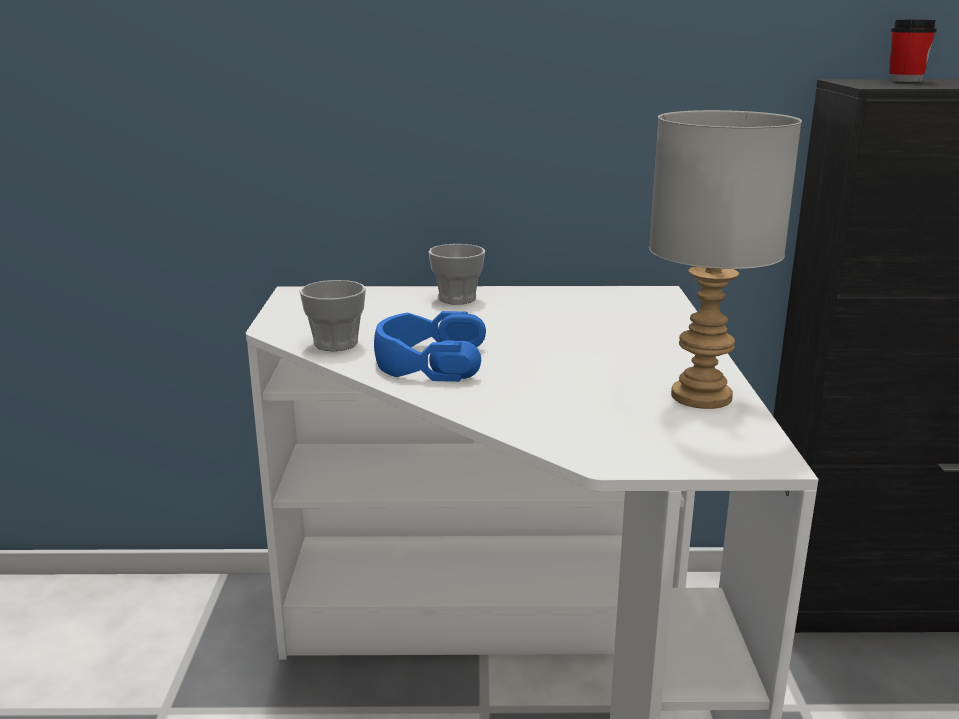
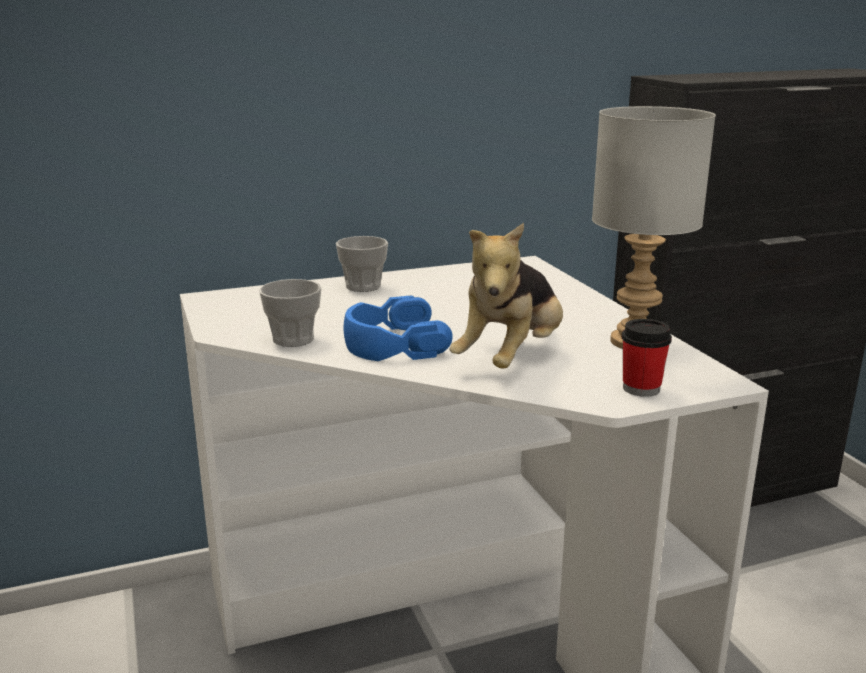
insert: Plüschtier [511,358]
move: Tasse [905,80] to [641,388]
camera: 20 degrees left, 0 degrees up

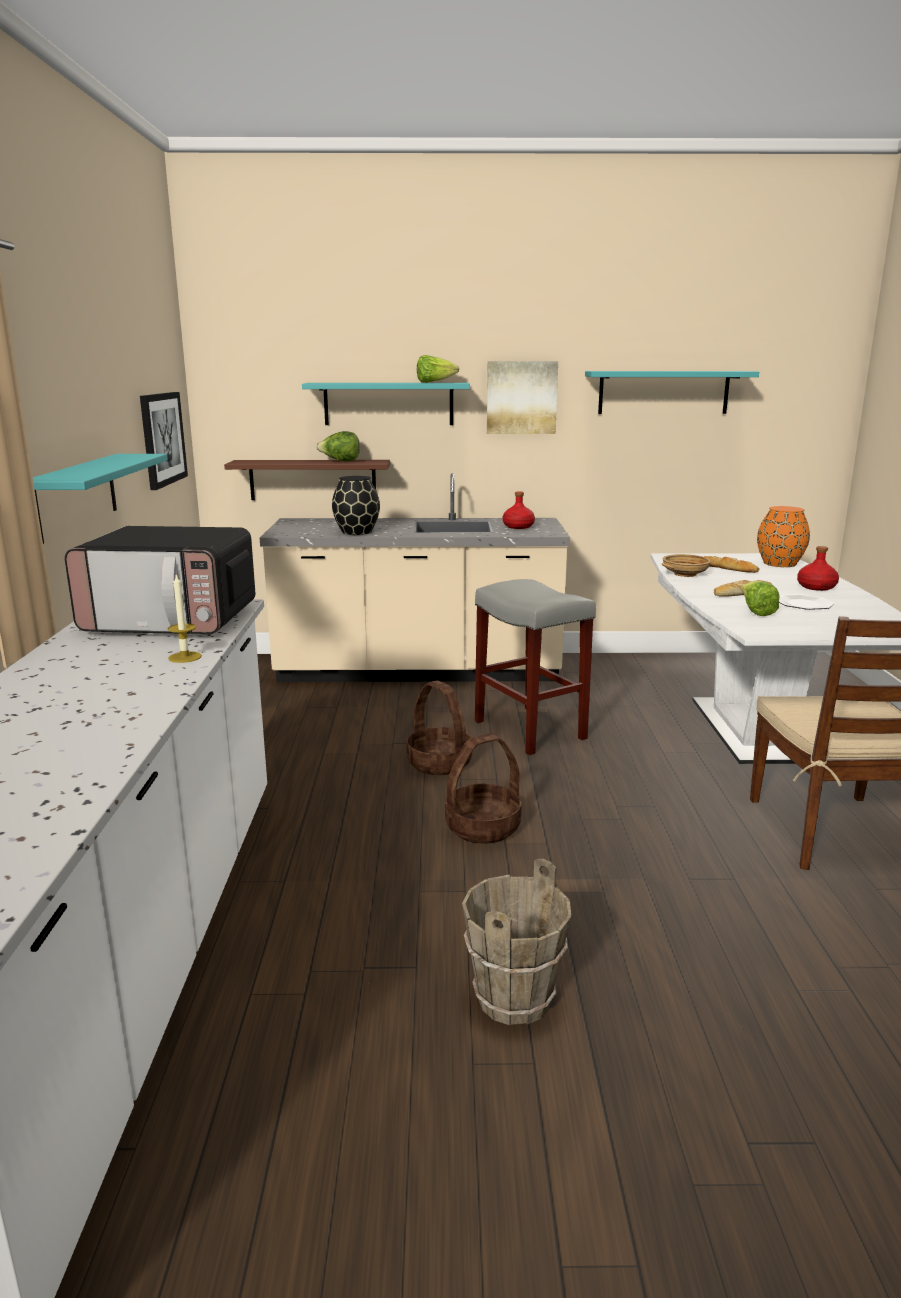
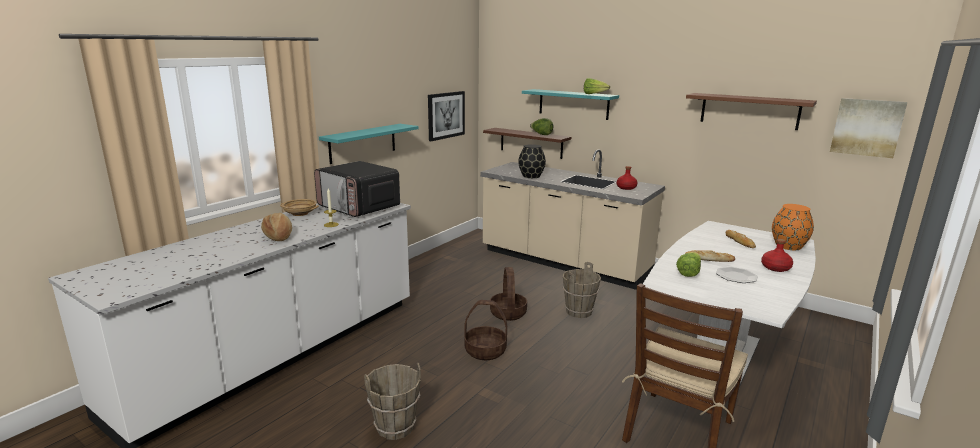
insert: Brot [279,236]
move: Schüssel (beige) [685,574] to [300,213]; Bild [521,397] to [867,127]
replace: Hocker (grau) [531,730] to Eimer (braun) [579,312]
recolor: Wandregal (türkis) [663,392] to Wandregal (braun) [749,111]
camera: 35 degrees right, 0 degrees up

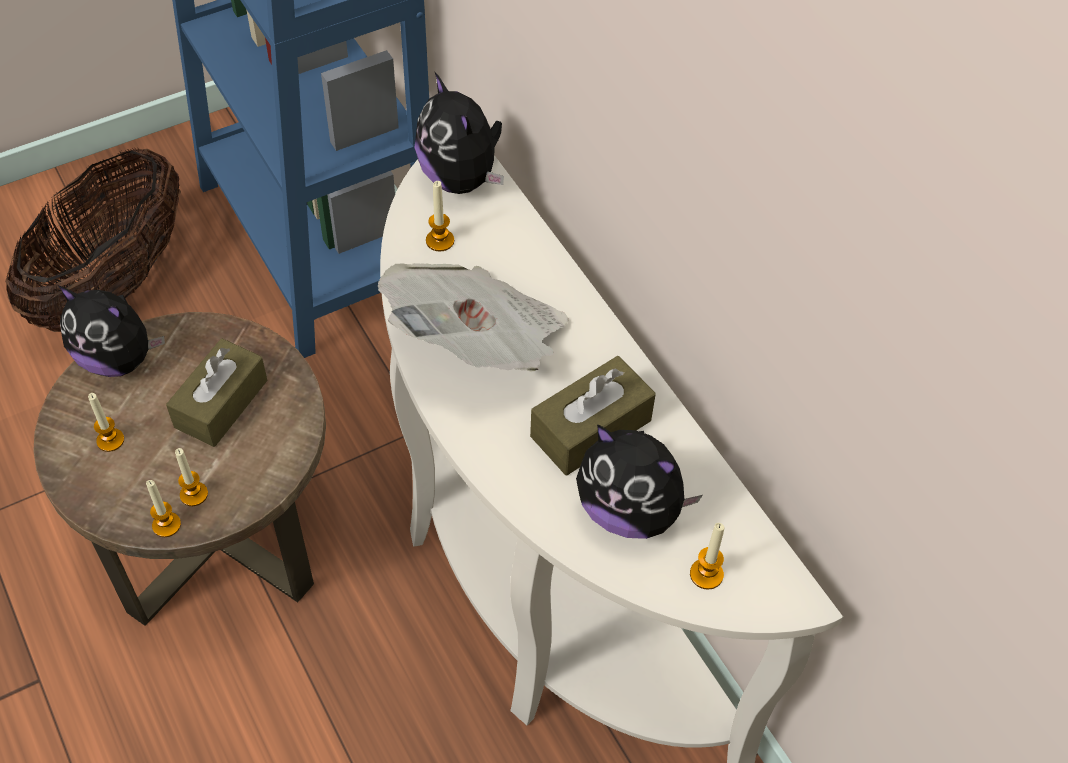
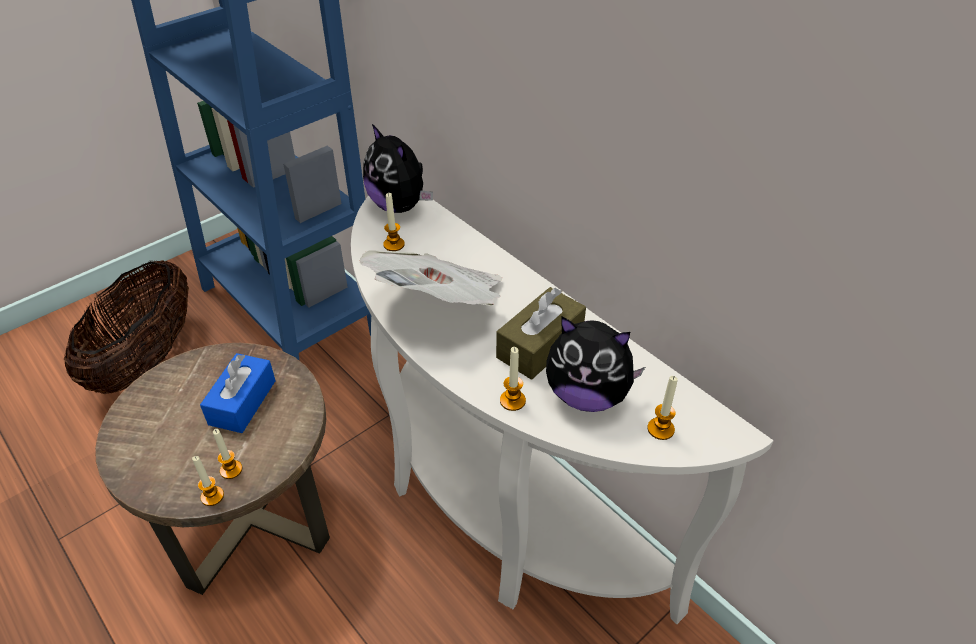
delete: Plüschtier [118,358]
move: Kerze [110,440] to [512,401]
recolor: Taschentuchbox (braun) [221,403] to Taschentuchbox (blau) [242,402]
camera: 10 degrees left, 10 degrees down

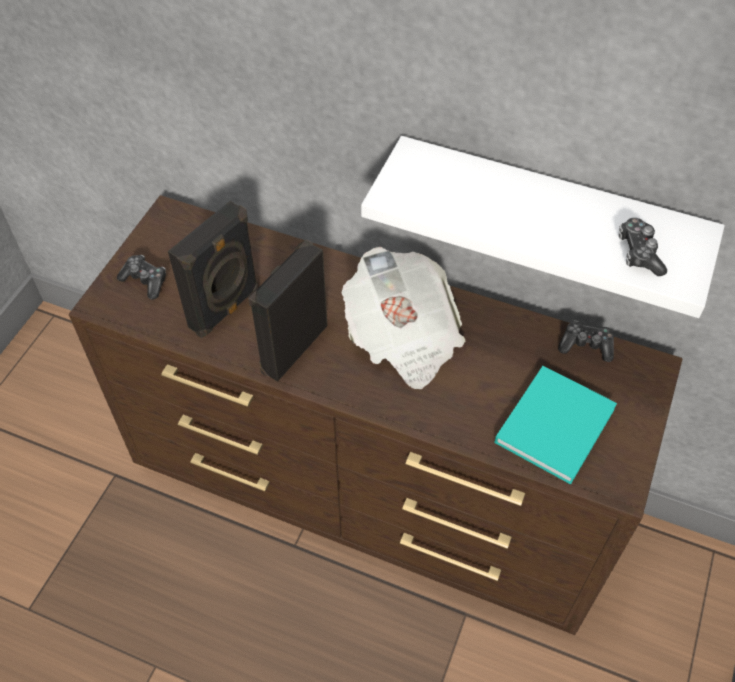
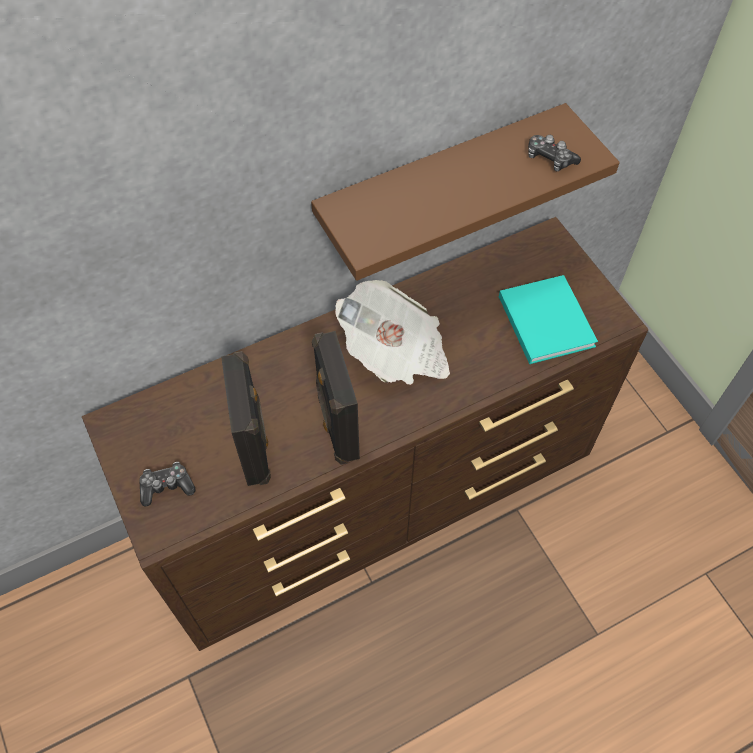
delete: Gamepad [586,345]
recolor: Wandregal (weiß) [547,214] to Wandregal (braun) [440,182]
camera: 50 degrees left, 5 degrees up

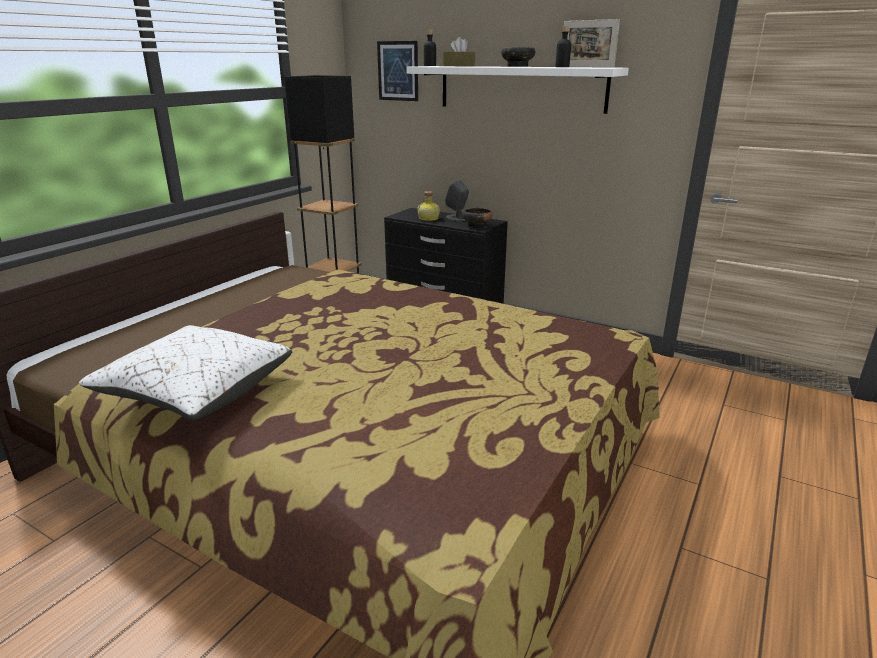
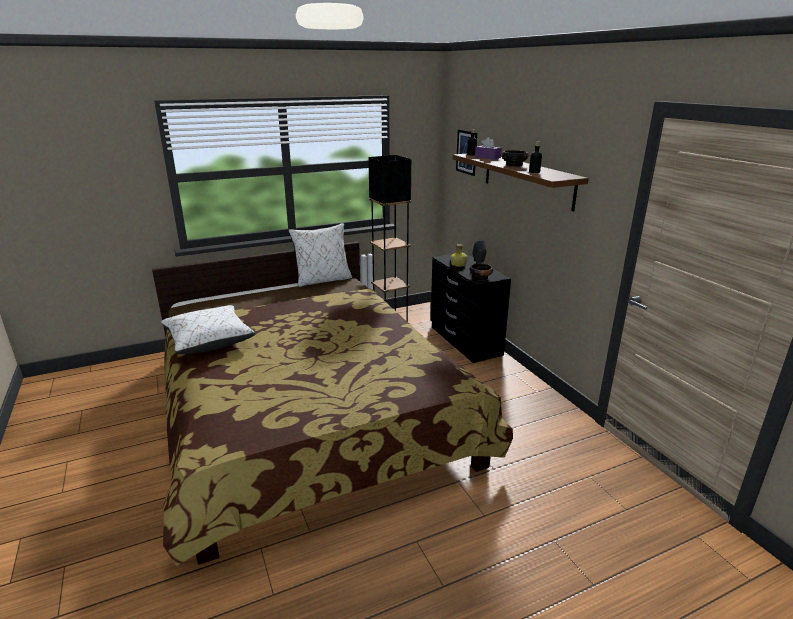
delete: Bilderrahmen [586,67]
insert: Kissen (weiß) [323,280]
recolor: Wandregal (weiß) [520,88] to Wandregal (braun) [527,179]; Taschentuchbox (braun) [459,66] to Taschentuchbox (lila) [487,157]
camera: 35 degrees right, 0 degrees up

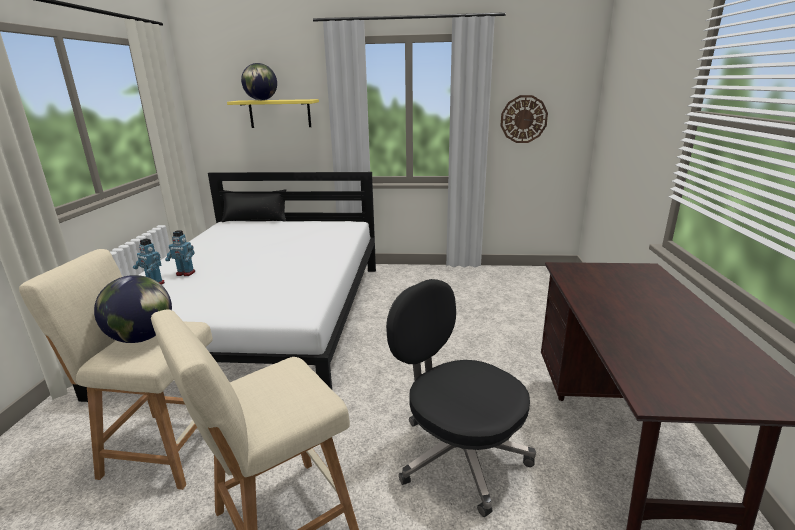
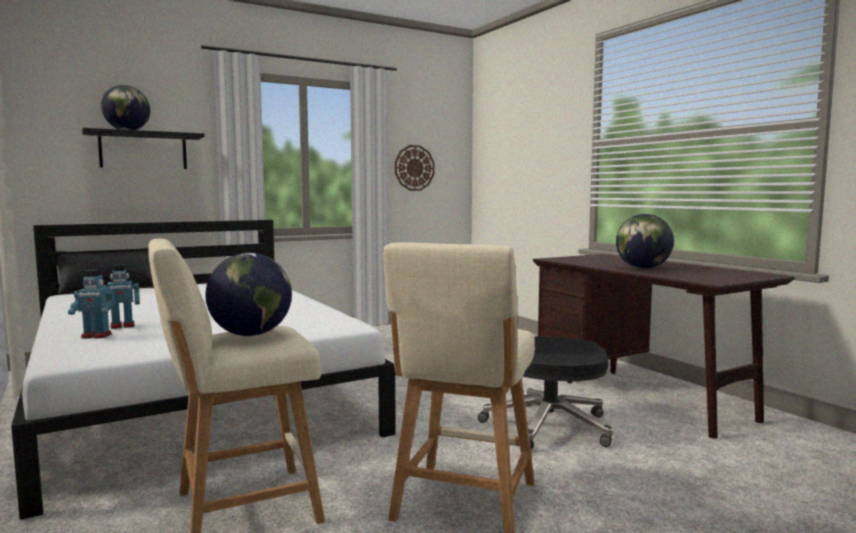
insert: Globus [643,268]
recolor: Wandregal (gelb) [280,113] to Wandregal (schwarz) [143,151]
camera: 35 degrees left, 15 degrees down

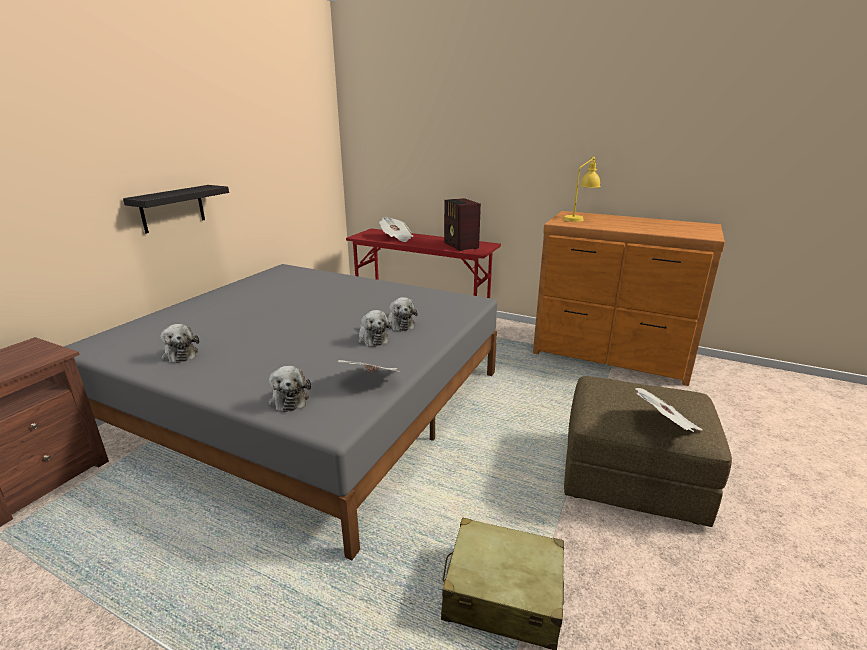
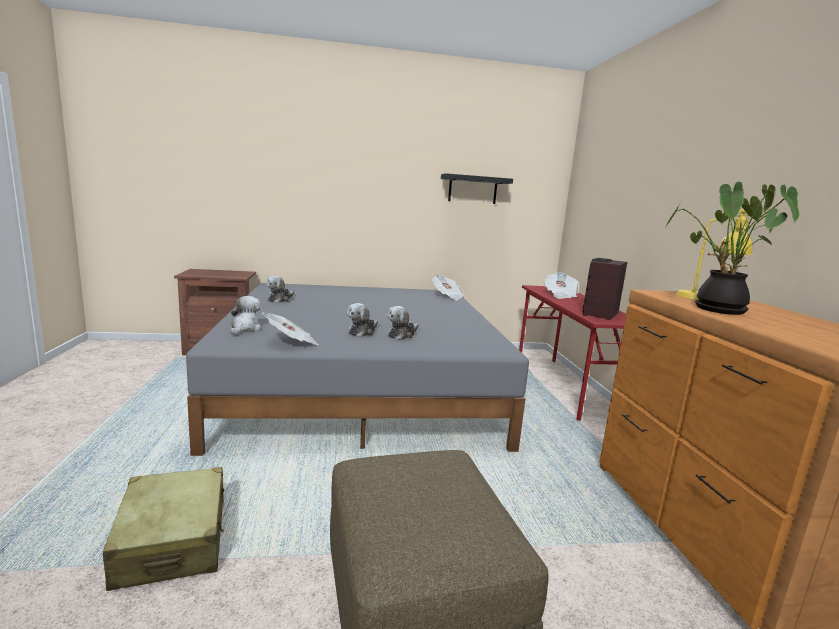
insert: Topfpflanze [715,309]
move: Zeitung [665,425] to [447,296]; Wandregal (schwarz) [172,208] to [472,189]
rotate: Plüschtier [289,399] = [244,329] 150 degrees clockwise
camera: 55 degrees right, 10 degrees down

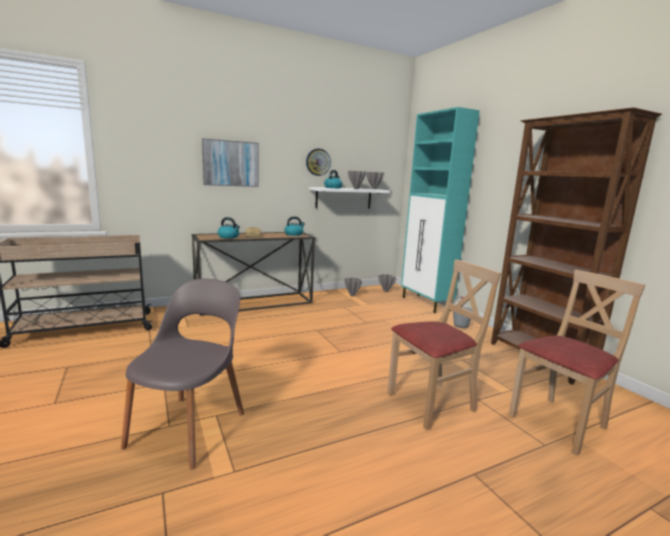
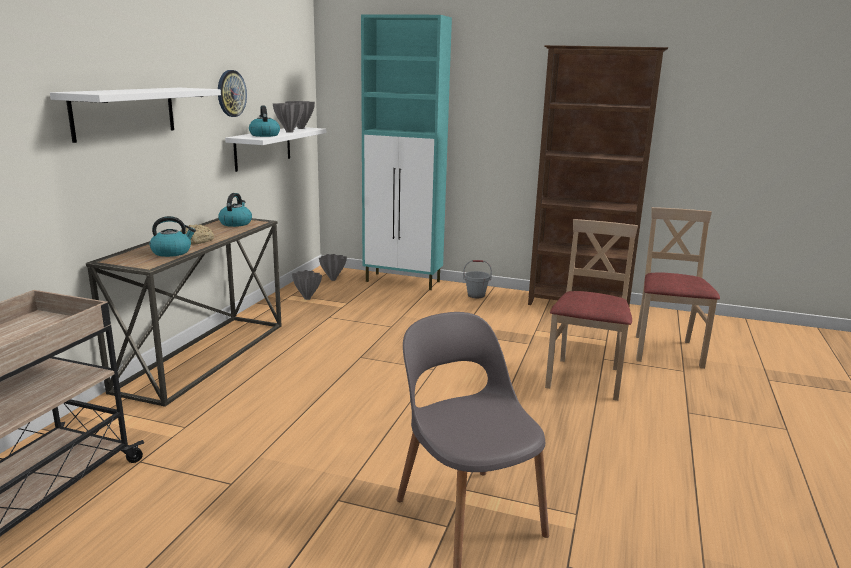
replace: Bild [231,163] to Wandregal (weiß) [124,112]
camera: 45 degrees left, 5 degrees up

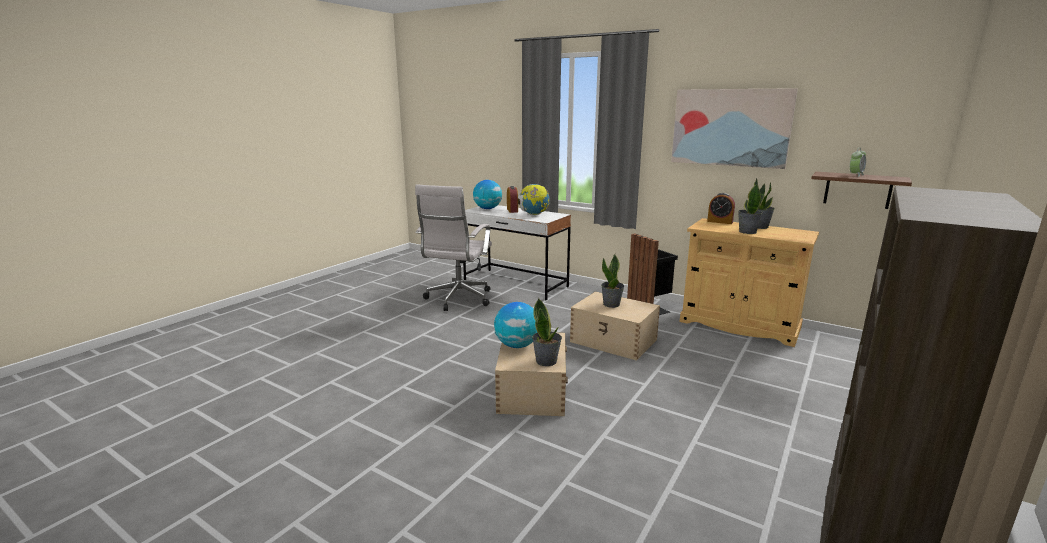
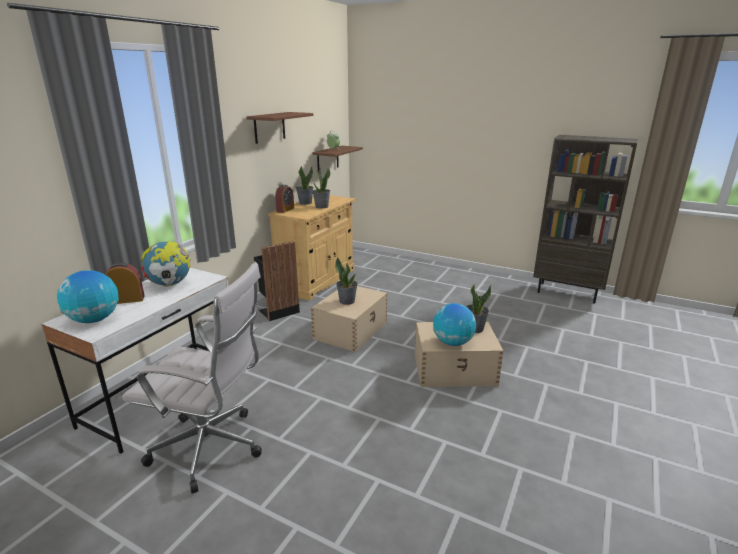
replace: Bild [730,127] to Wandregal (braun) [269,127]
camera: 95 degrees left, 5 degrees up

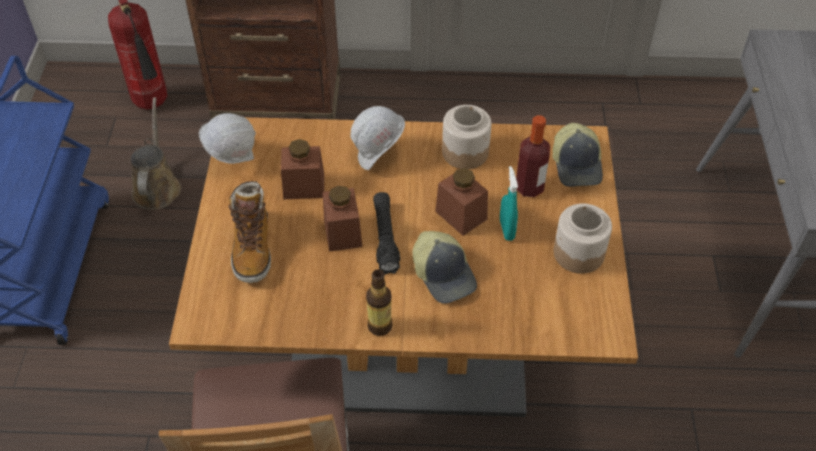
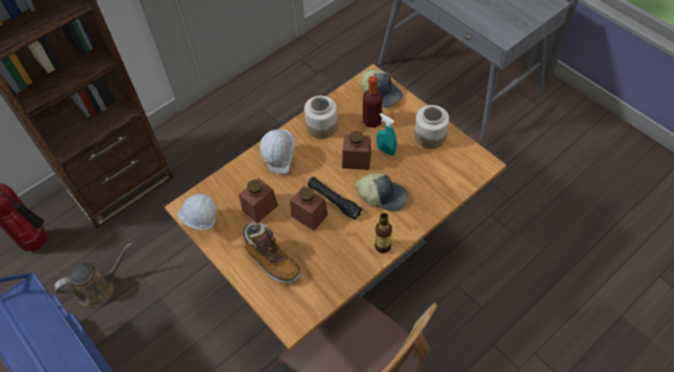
rotate: Gießkanne (braun) [157,186] = [99,287] 105 degrees clockwise
camera: 40 degrees left, 5 degrees up

